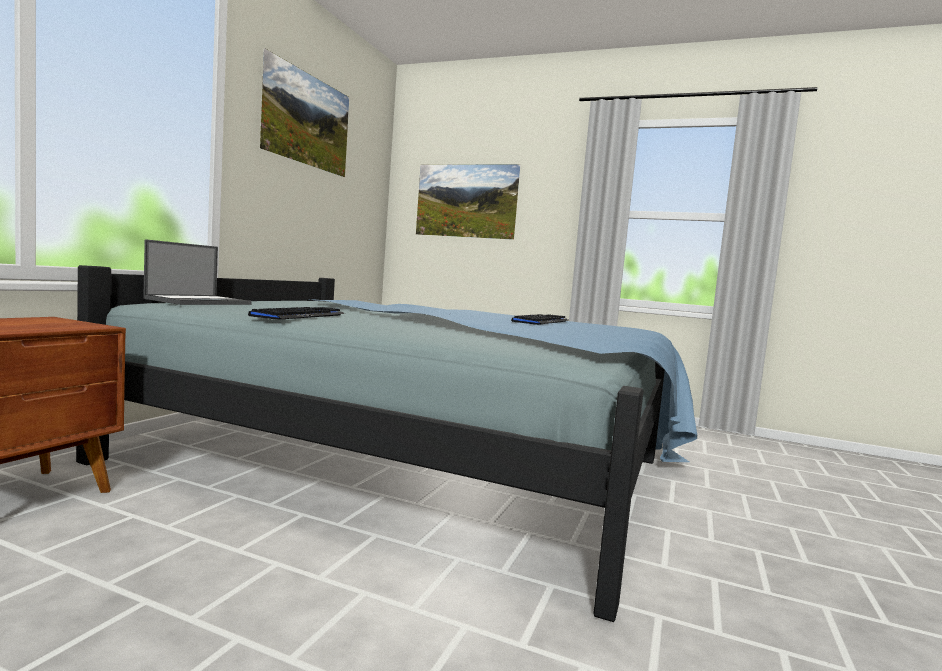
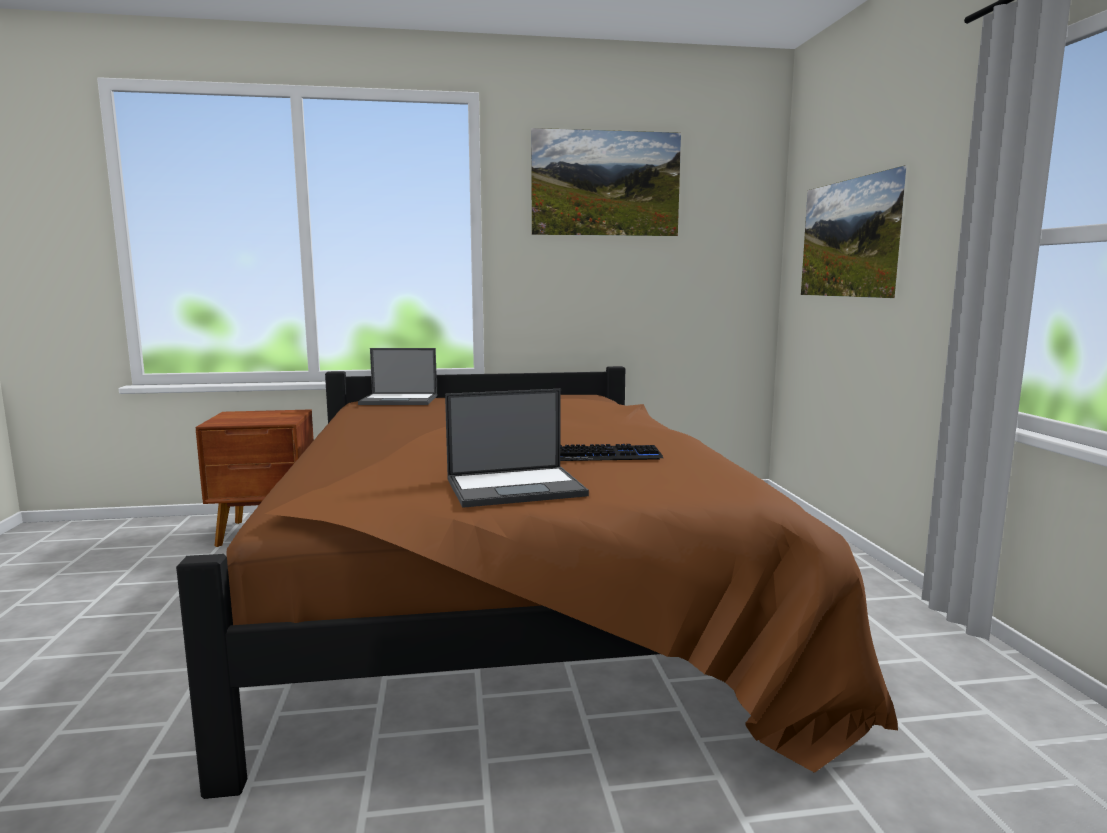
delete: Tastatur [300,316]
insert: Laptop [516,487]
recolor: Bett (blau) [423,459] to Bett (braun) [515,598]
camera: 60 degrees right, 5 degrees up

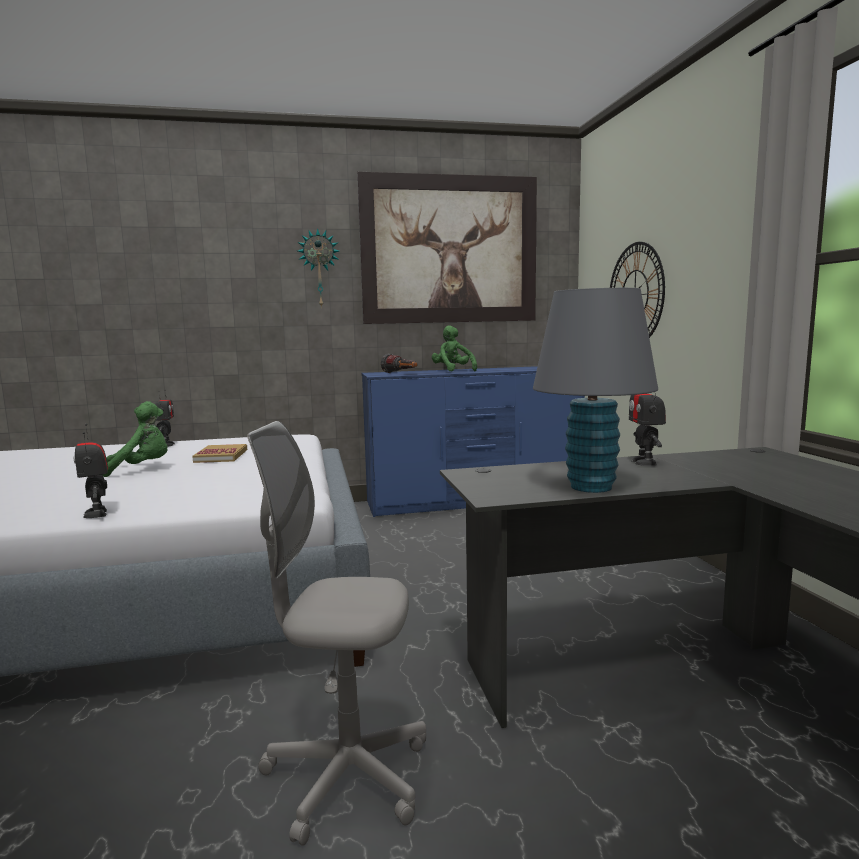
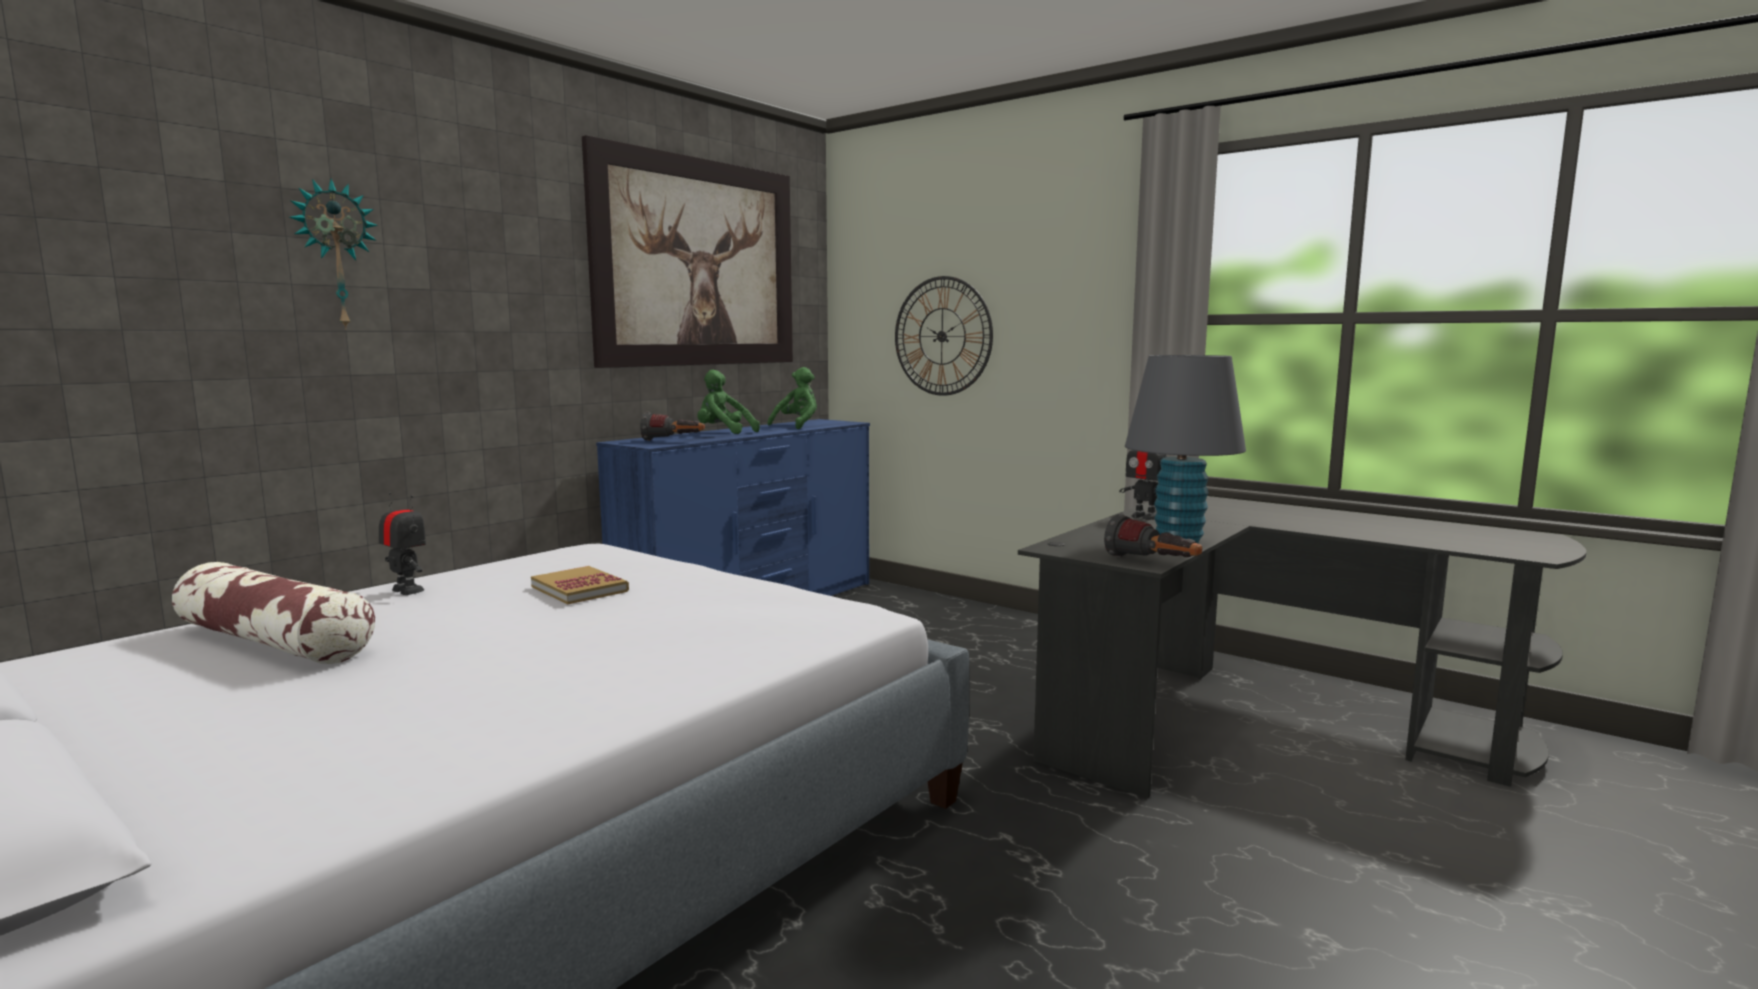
delete: Spielzeugroboter [97,513]; Bürostuhl (grau) [347,776]
insert: Kissen [274,642]; Taschenlampe [1153,563]
move: Wanduhr [319,269] to [335,255]; Plüschtier (grün) [141,469] to [797,426]
camera: 40 degrees left, 0 degrees up

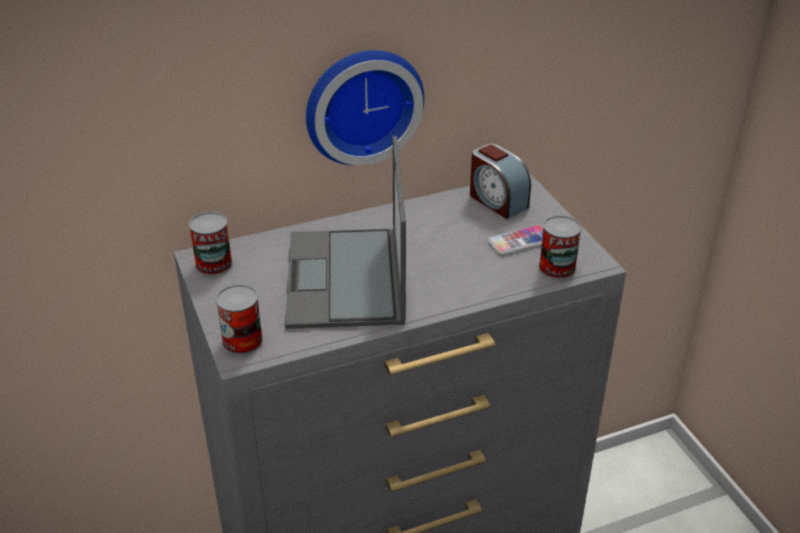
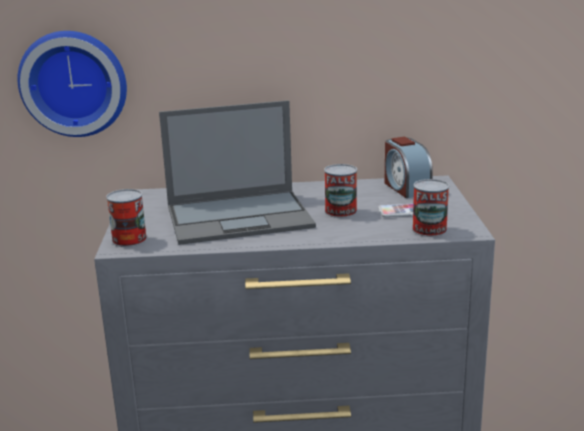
move: Wanduhr [361,104] to [74,82]; Dose [214,264] to [341,211]
rotate: Laptop [346,279] = [241,217] 120 degrees counterclockwise
camera: 20 degrees right, 15 degrees down

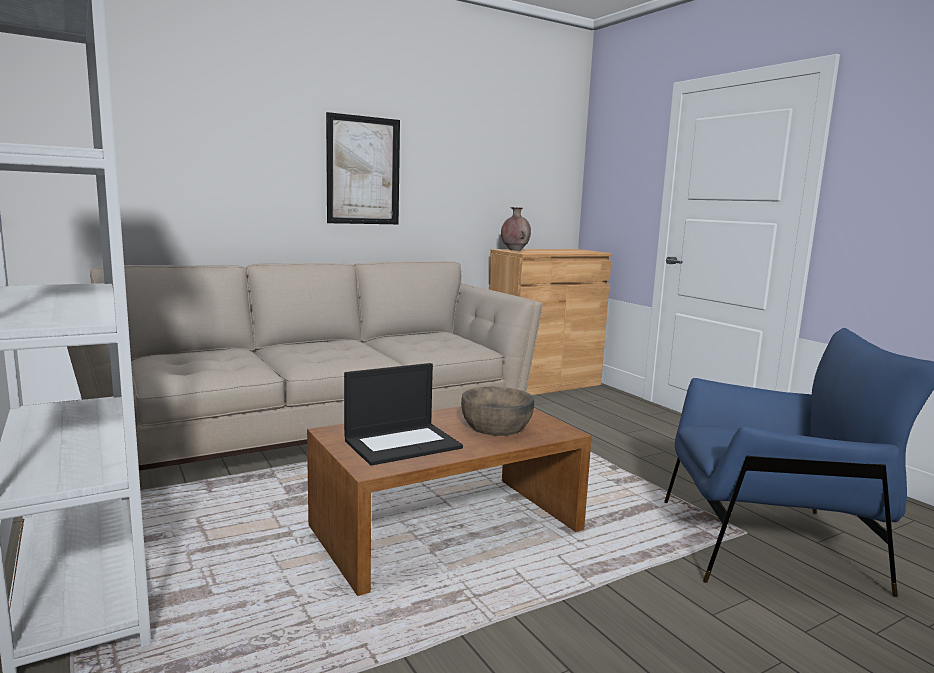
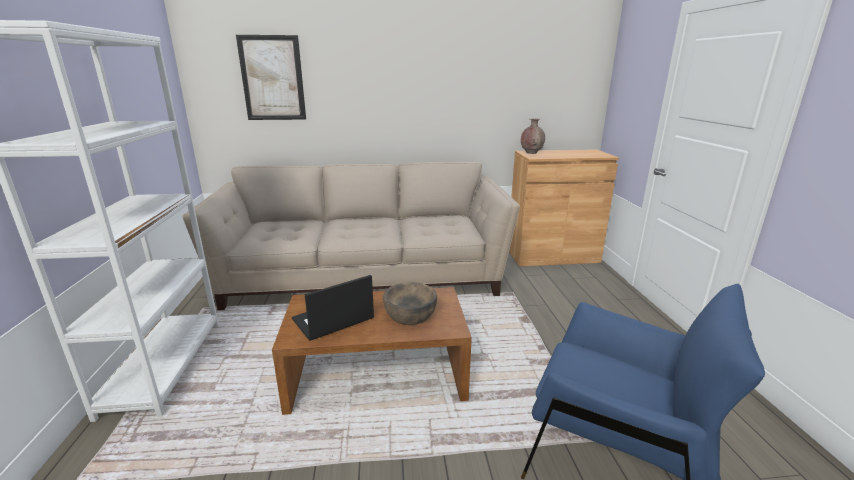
move: Bild [363,170] to [272,78]
rotate: Laptop [403,443] = [332,320] 150 degrees clockwise
camera: 25 degrees right, 10 degrees up

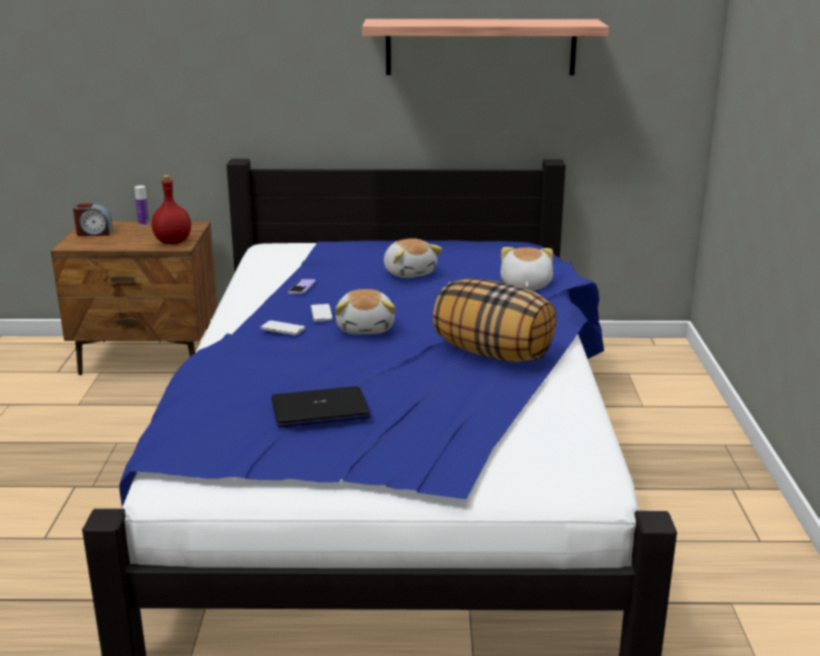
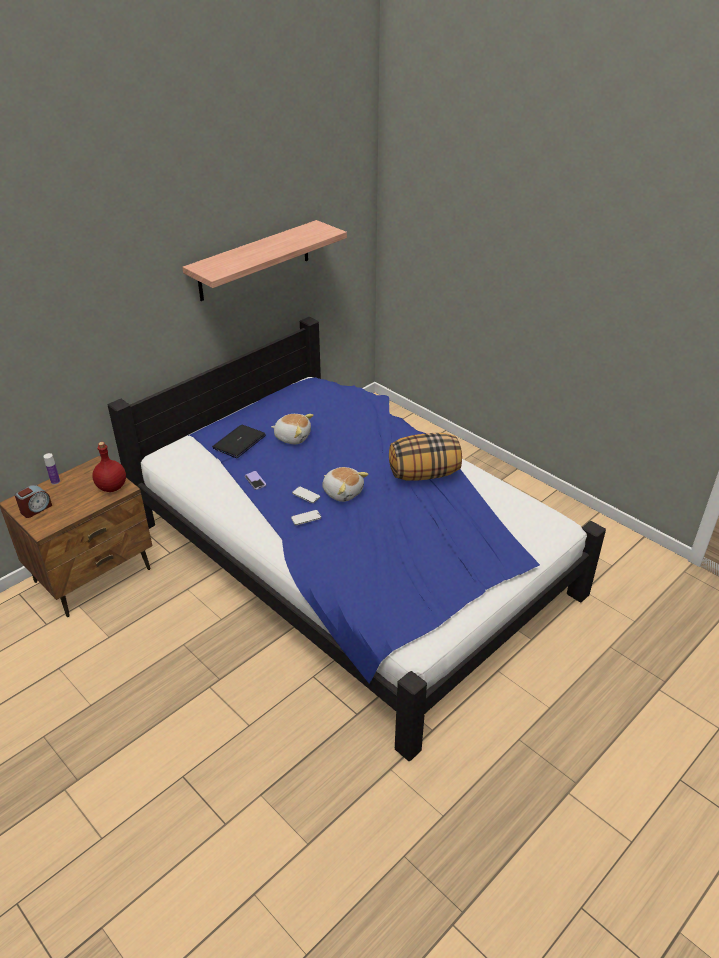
delete: Plüschtier [525,285]
move: Laptop [320,409] to [239,442]
camera: 45 degrees left, 15 degrees up

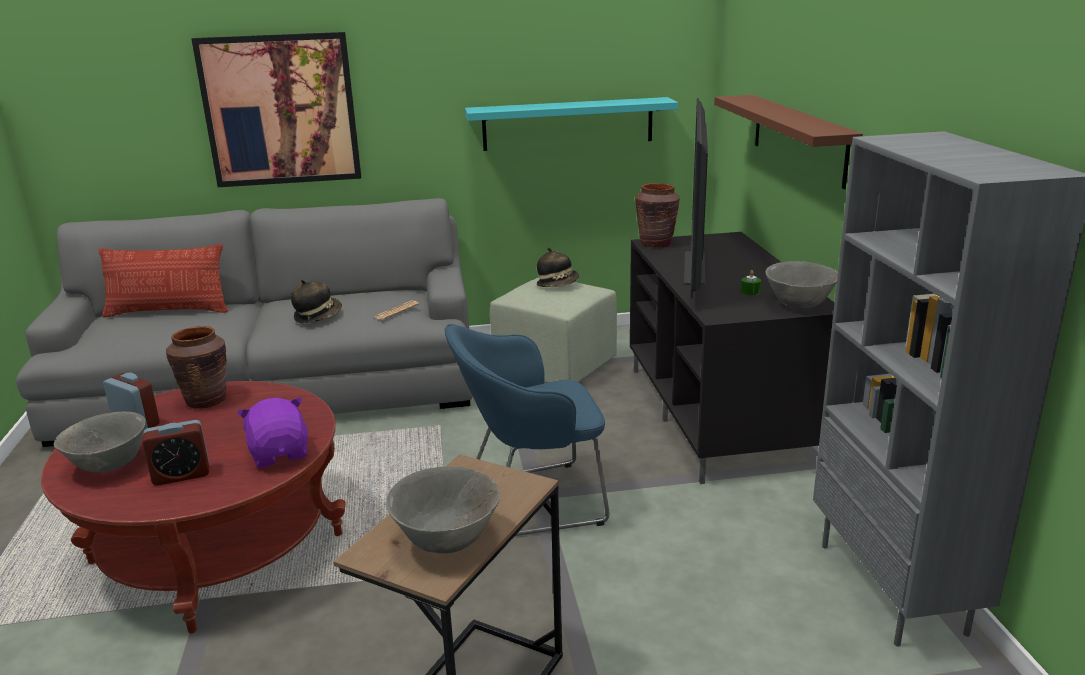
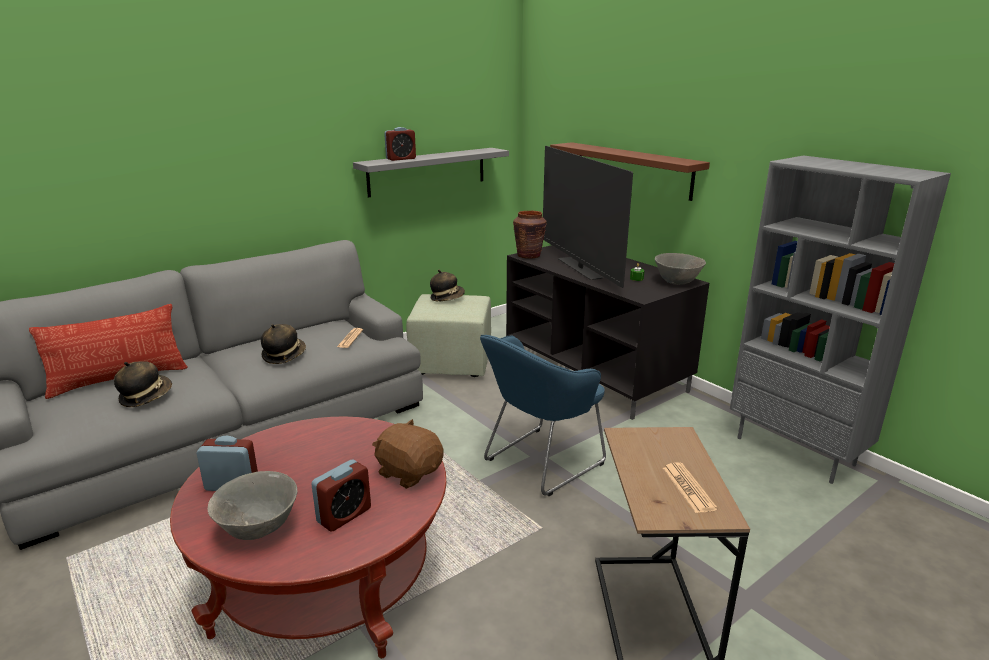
delete: Vase (braun) [206,400]; Bild [280,110]
insert: Hut [146,396]; Wecker [401,159]
replace: Schüssel (grau) [446,540] to Zeitung [688,488]
recolor: Wandregal (türkis) [568,124] to Wandregal (grau) [427,171]; Plüschtier (lila) [280,453] to Plüschtier (braun) [409,472]
camera: 30 degrees left, 0 degrees up

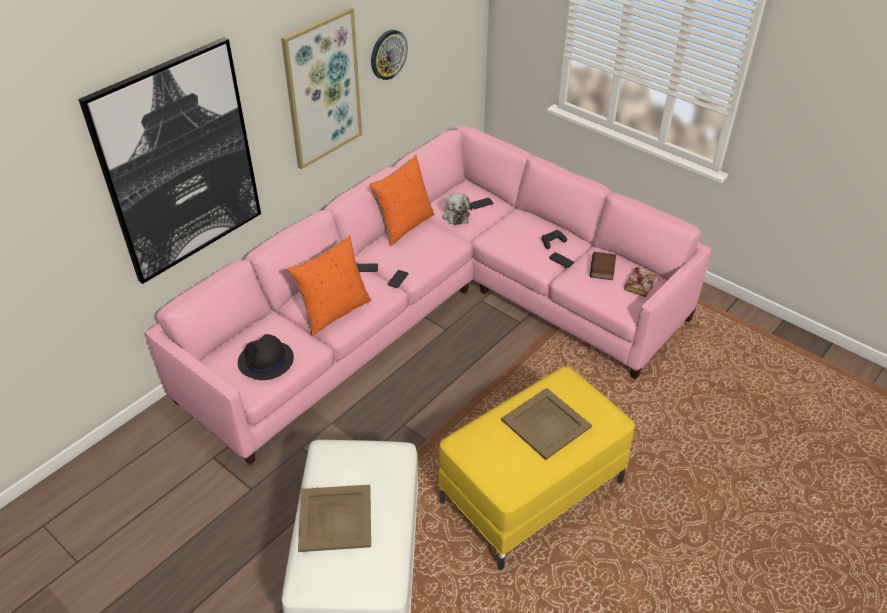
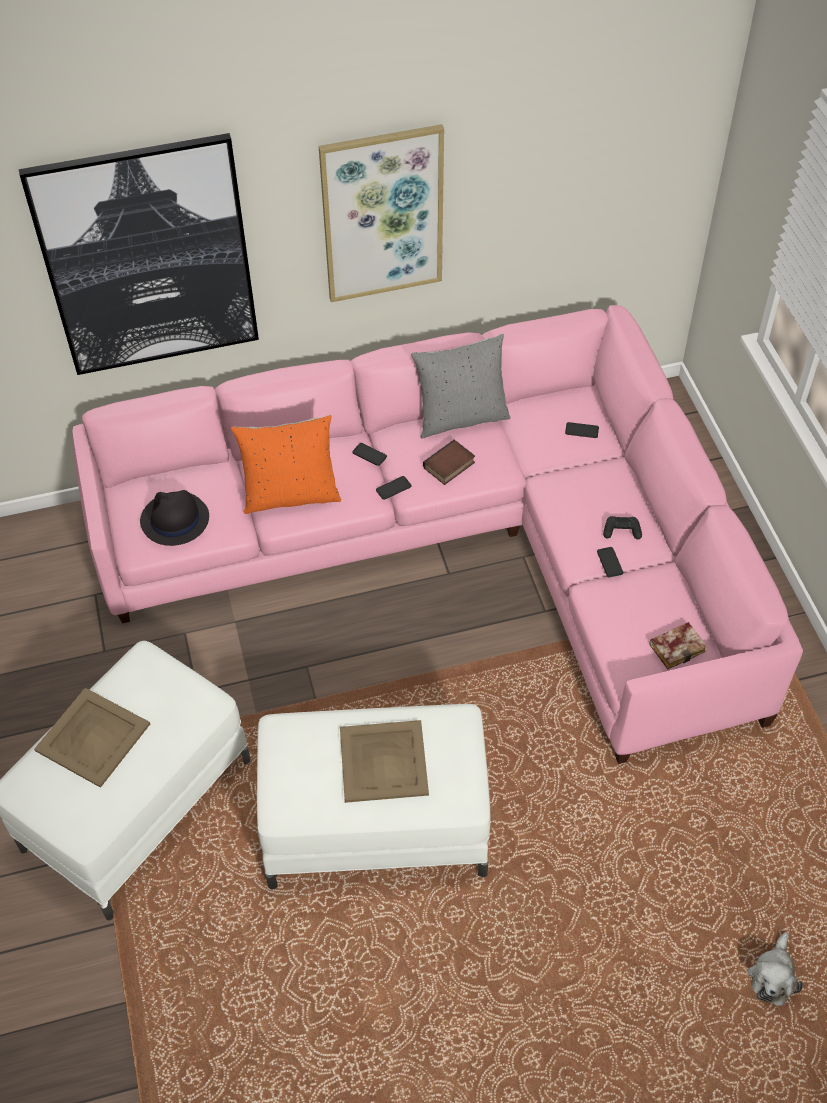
delete: Wanduhr [388,54]
move: Buch [603,269] to [449,466]; Plüschtier [455,214] to [772,976]
recolor: Polsterhocker (gelb) [532,490] to Polsterhocker (weiß) [377,824]; Kissen (orange) [404,226] to Kissen (grau) [461,417]
camera: 35 degrees right, 10 degrees up

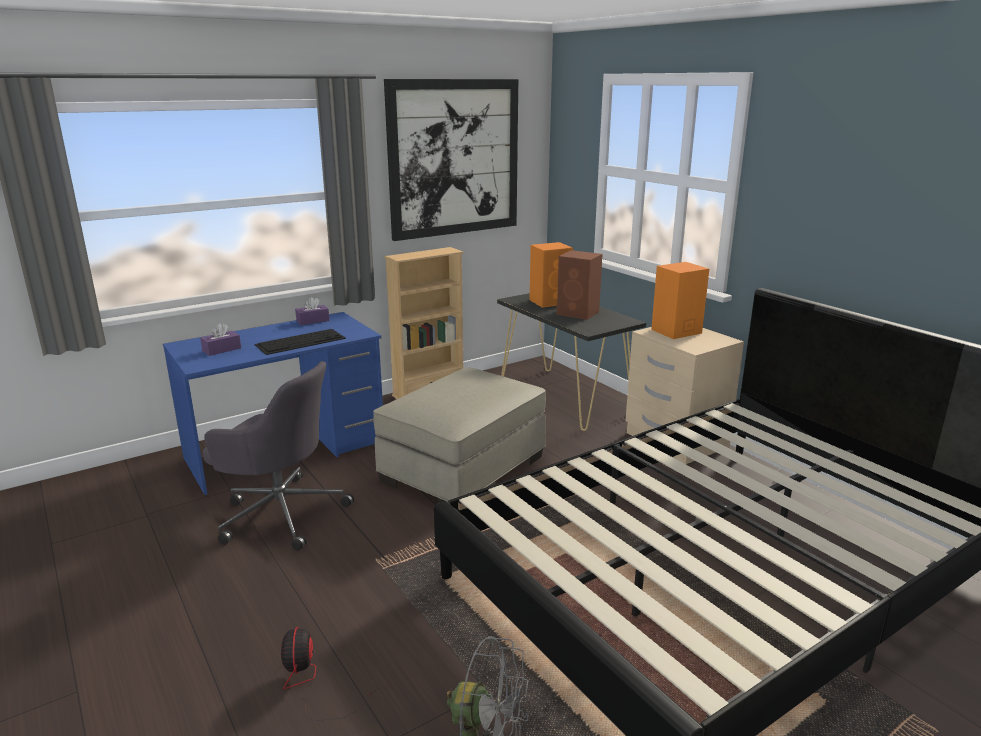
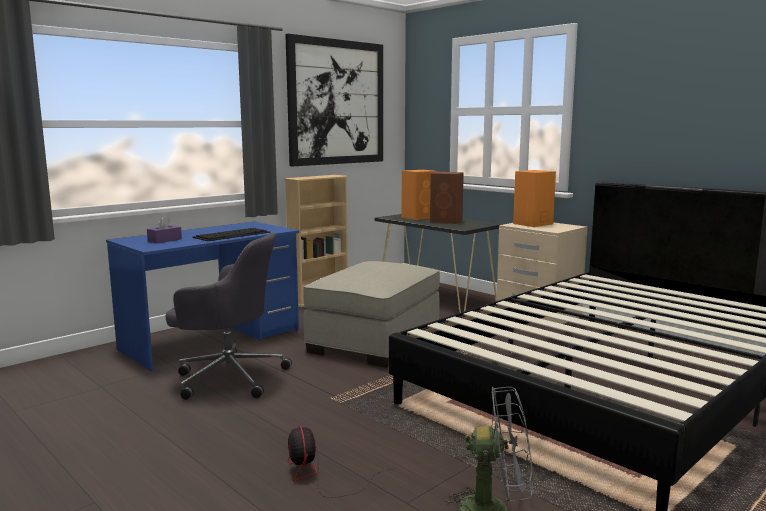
delete: Taschentuchbox (lila) [313,321]
camera: 10 degrees left, 10 degrees down

